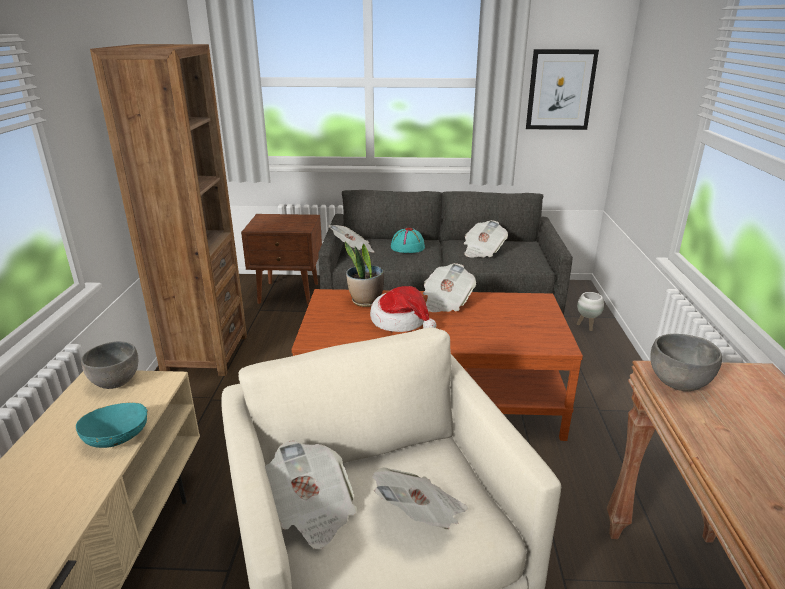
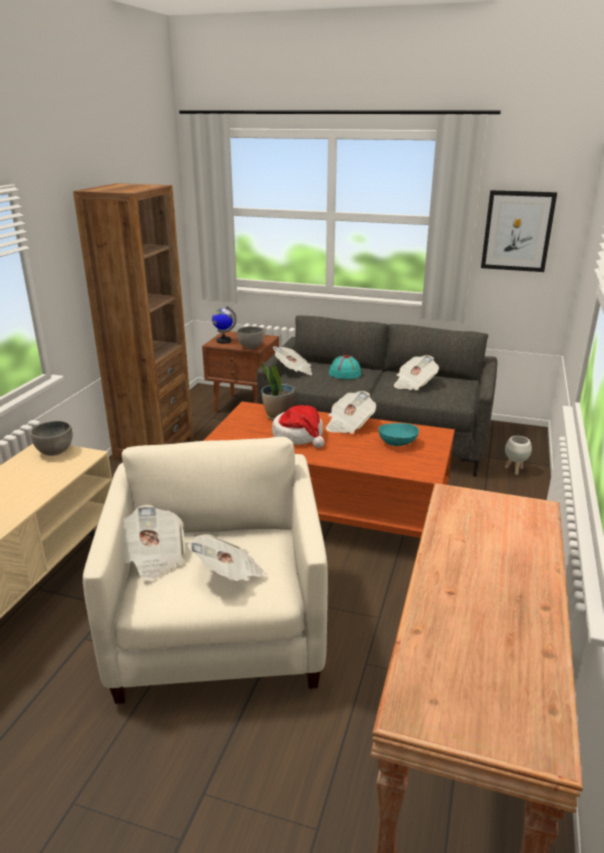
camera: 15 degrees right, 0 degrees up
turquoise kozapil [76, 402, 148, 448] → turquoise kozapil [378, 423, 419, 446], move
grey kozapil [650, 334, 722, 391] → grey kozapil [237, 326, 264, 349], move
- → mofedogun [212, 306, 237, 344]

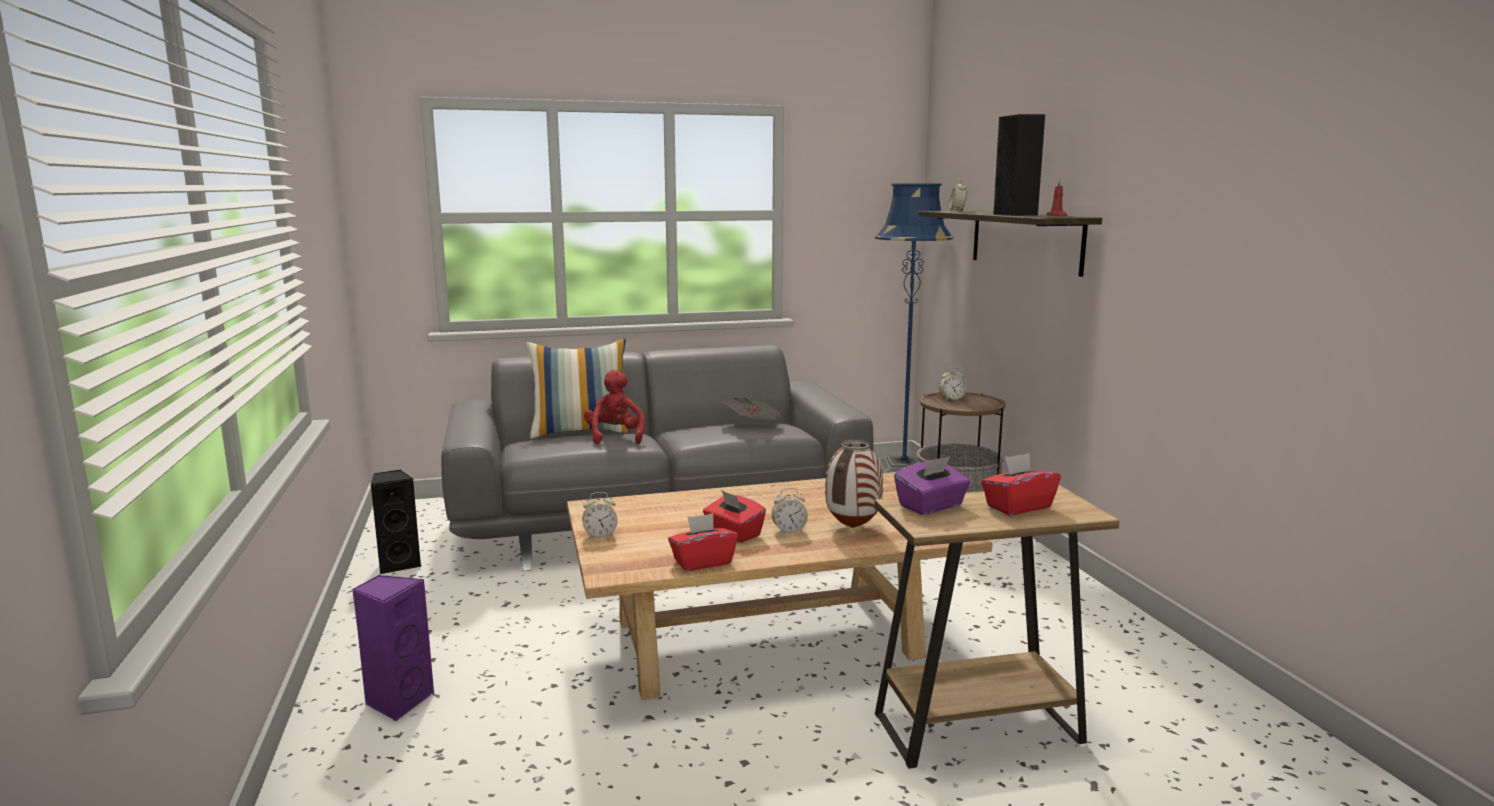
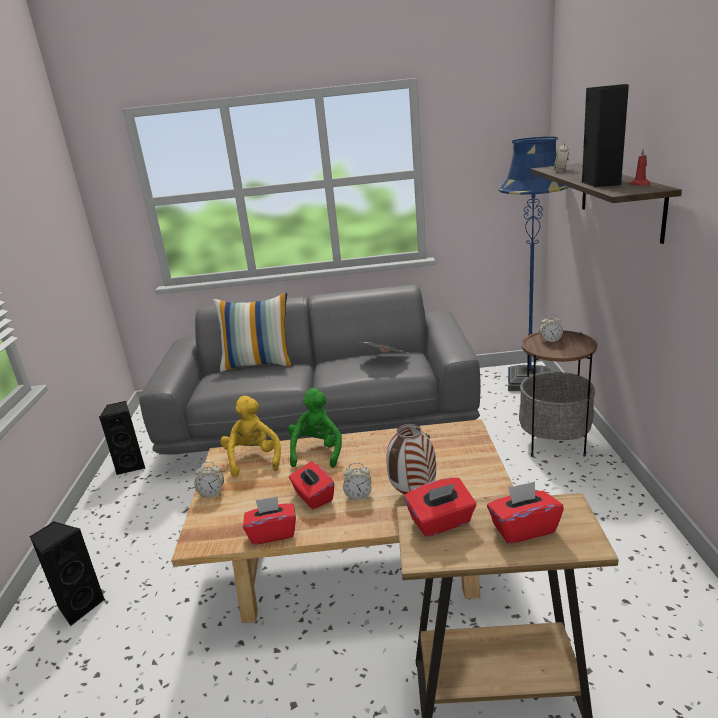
camera: 15 degrees right, 10 degrees up
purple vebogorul [352, 575, 434, 721] → black vebogorul [29, 521, 105, 626]
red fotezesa [584, 370, 645, 444] → -
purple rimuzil [894, 456, 970, 515] → red rimuzil [404, 478, 476, 537]
- → yellow fotezesa [220, 396, 281, 477]
- → green fotezesa [288, 388, 342, 468]

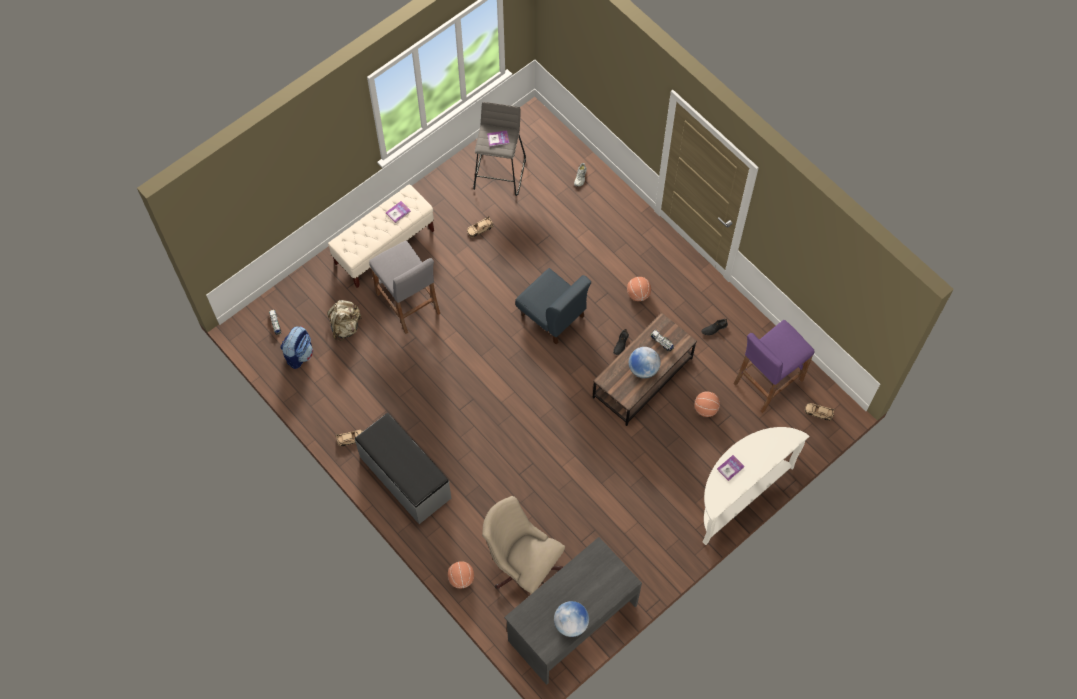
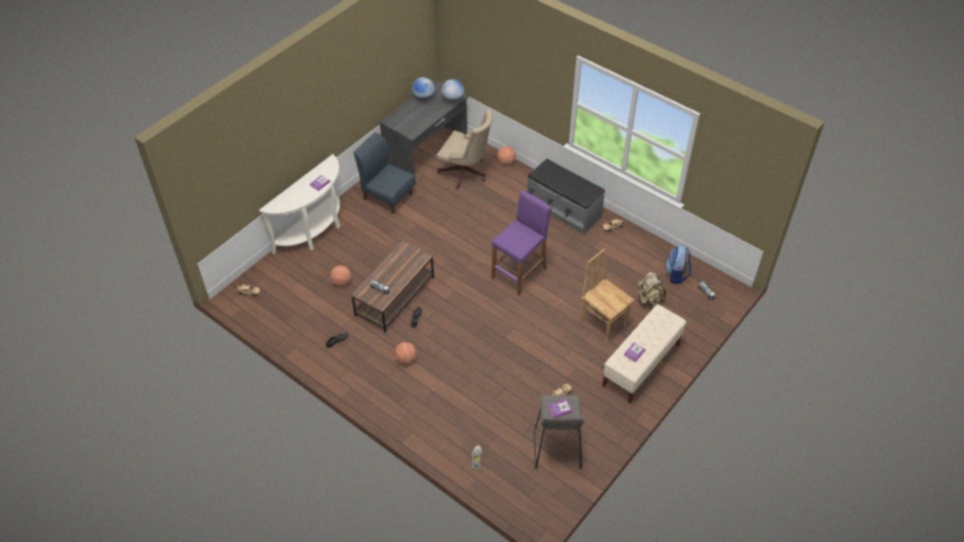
camera: 170 degrees right, 15 degrees down
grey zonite [369, 241, 440, 334] → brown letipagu [580, 248, 635, 342]
blue letipagu [515, 268, 591, 344] → blue letipagu [354, 132, 416, 214], move
mofedogun [629, 347, 660, 379] → mofedogun [441, 79, 464, 103], move
purple zonite [733, 320, 815, 413] → purple zonite [492, 191, 552, 296], move

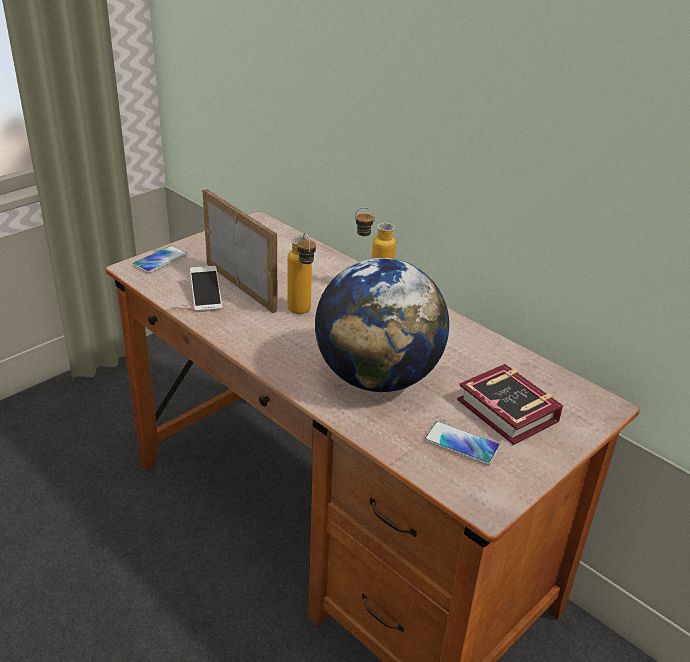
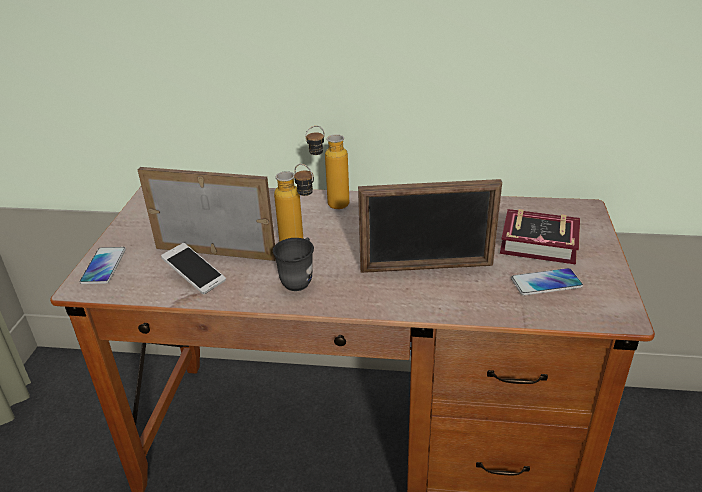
camera: 35 degrees left, 0 degrees up
mofedogun [315, 258, 449, 392] → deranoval [358, 179, 502, 273]
- → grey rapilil [273, 238, 314, 291]

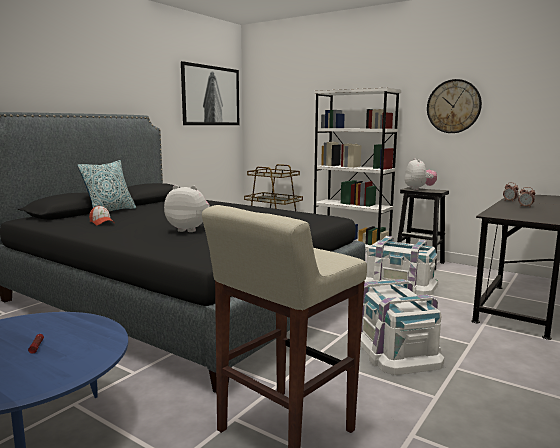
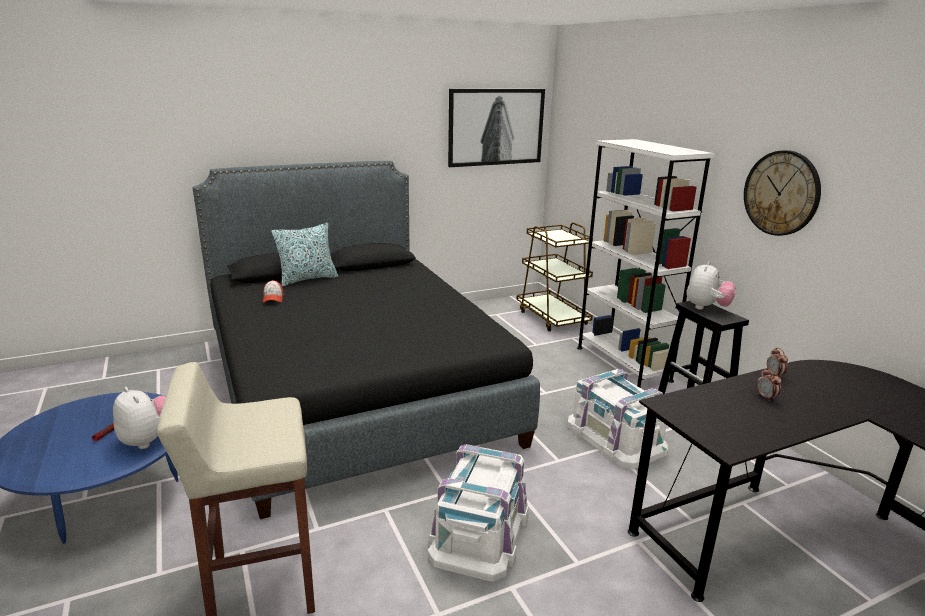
camera: 30 degrees right, 10 degrees up
fotezesa [164, 185, 210, 232] → fotezesa [113, 387, 166, 449], move

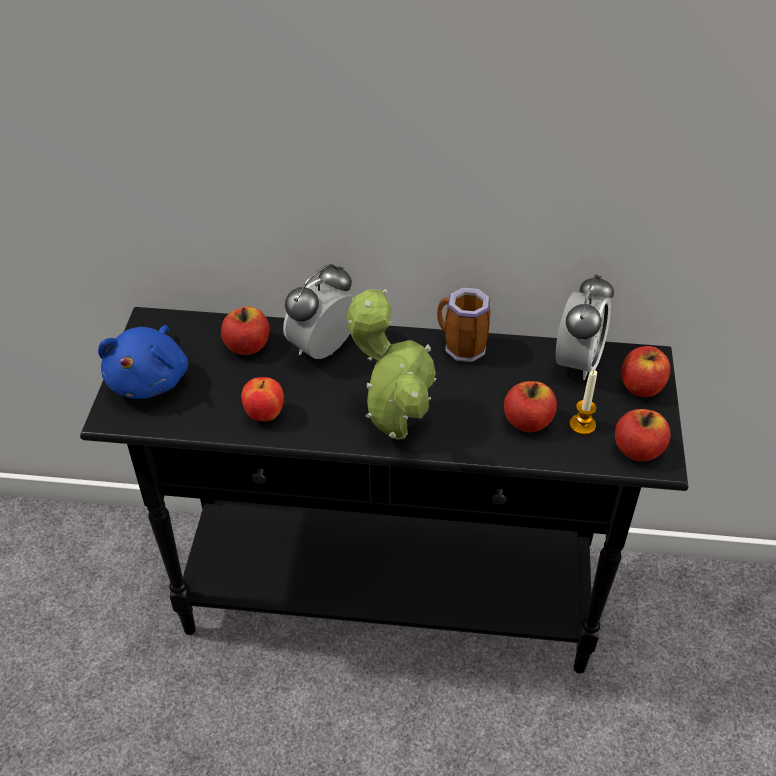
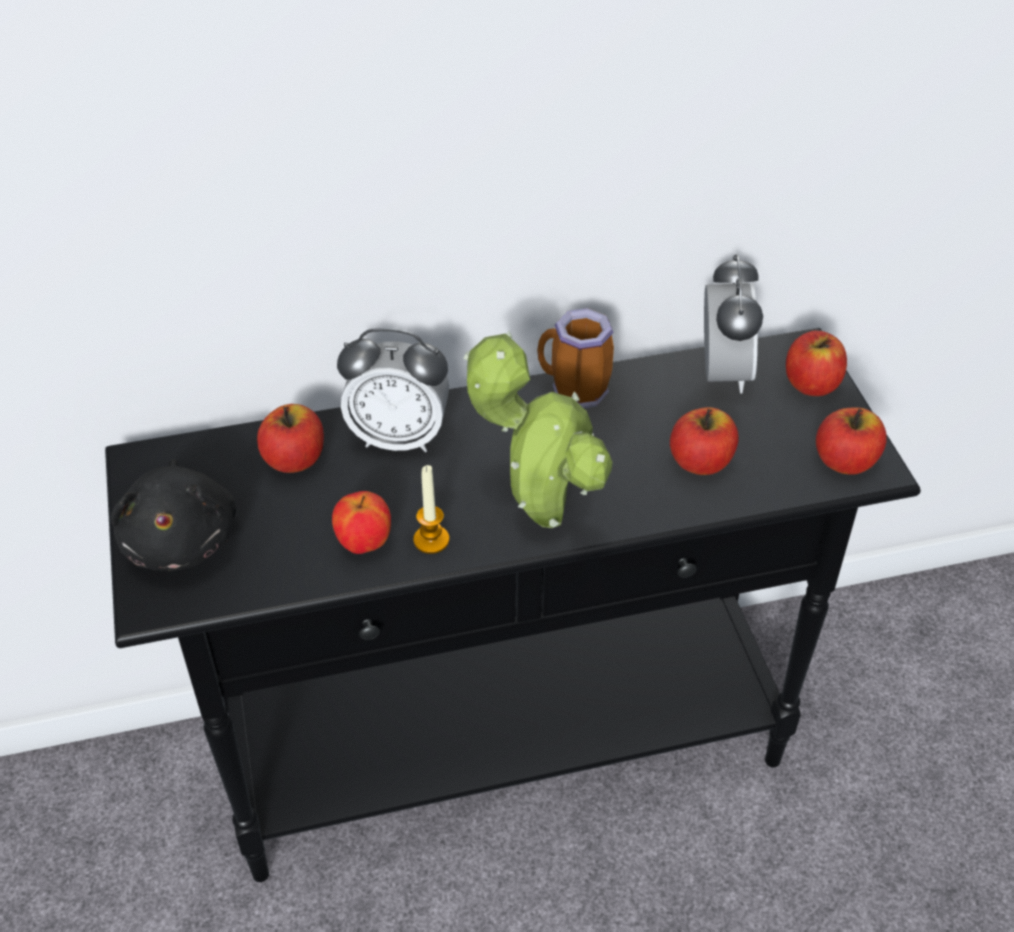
camera: 20 degrees left, 0 degrees up
blue fotezesa [98, 325, 188, 399] → black fotezesa [111, 459, 236, 571]
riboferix [283, 264, 354, 359] → riboferix [337, 328, 449, 452], 105 degrees counterclockwise
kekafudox [569, 370, 597, 435] → kekafudox [413, 465, 450, 554], move

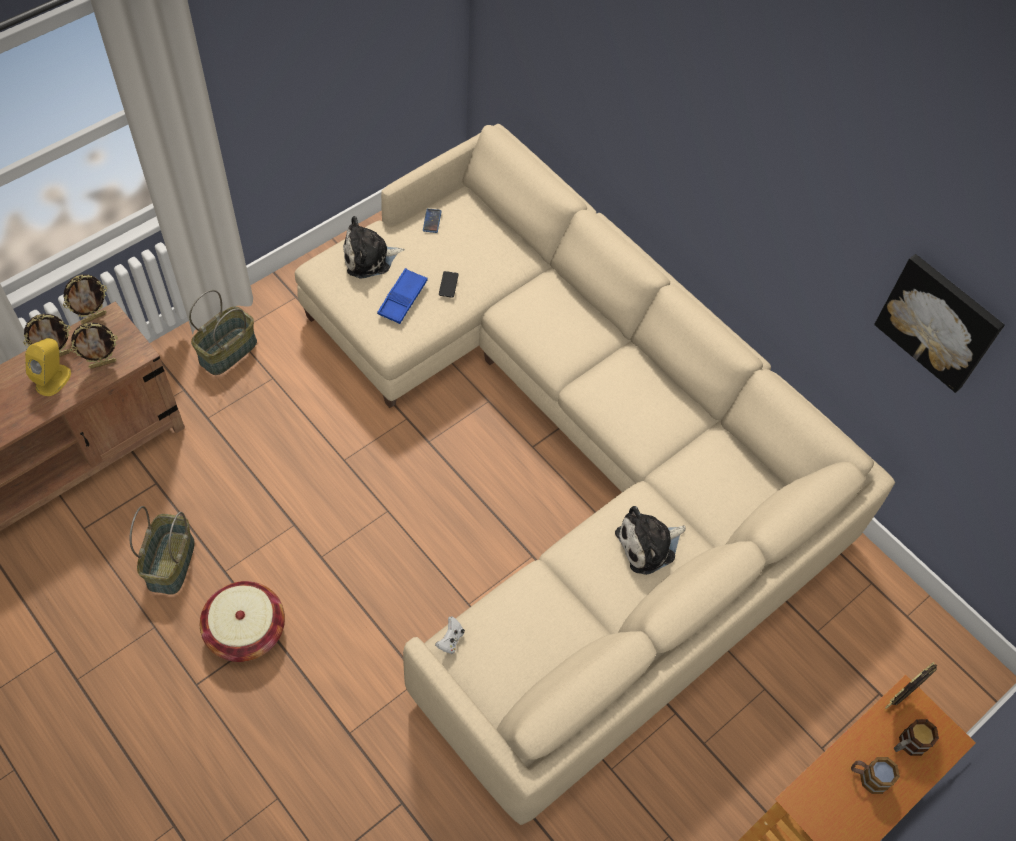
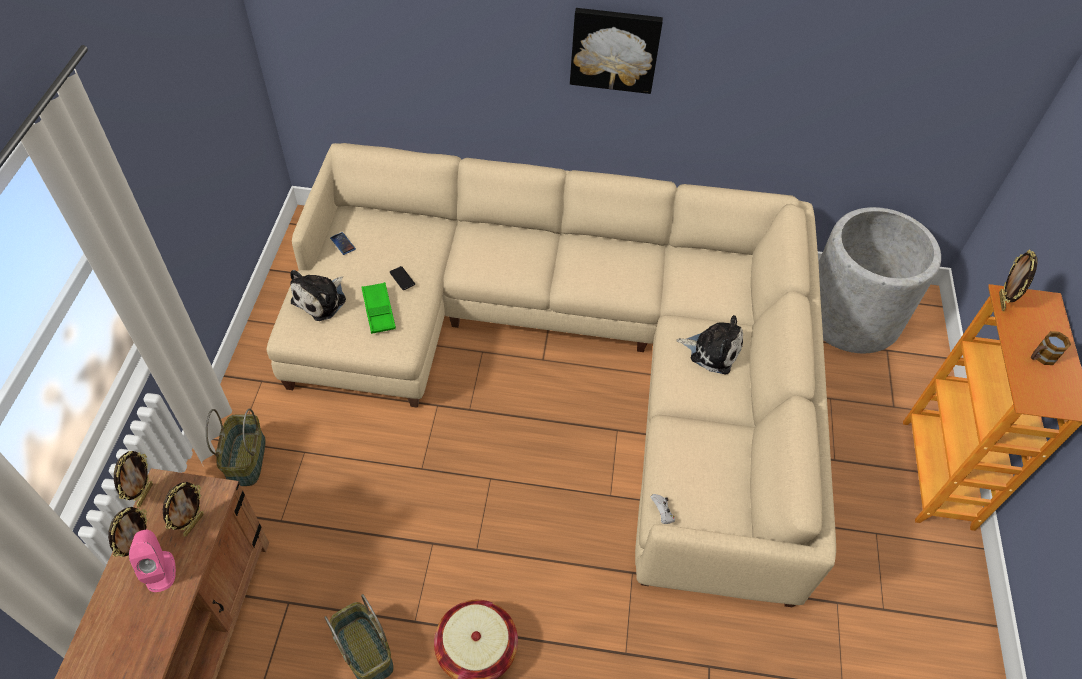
camera: 40 degrees left, 5 degrees down
yellow vebogorul [25, 338, 71, 396] → pink vebogorul [129, 530, 176, 592]
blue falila [377, 268, 427, 324] → green falila [361, 282, 396, 334]
fotezesa [615, 506, 686, 575] → fotezesa [676, 315, 743, 374], 90 degrees counterclockwise
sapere [874, 254, 1004, 393] → sapere [570, 8, 663, 94], move
rapilil [894, 719, 939, 756] → -
- → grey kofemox [818, 207, 941, 353]

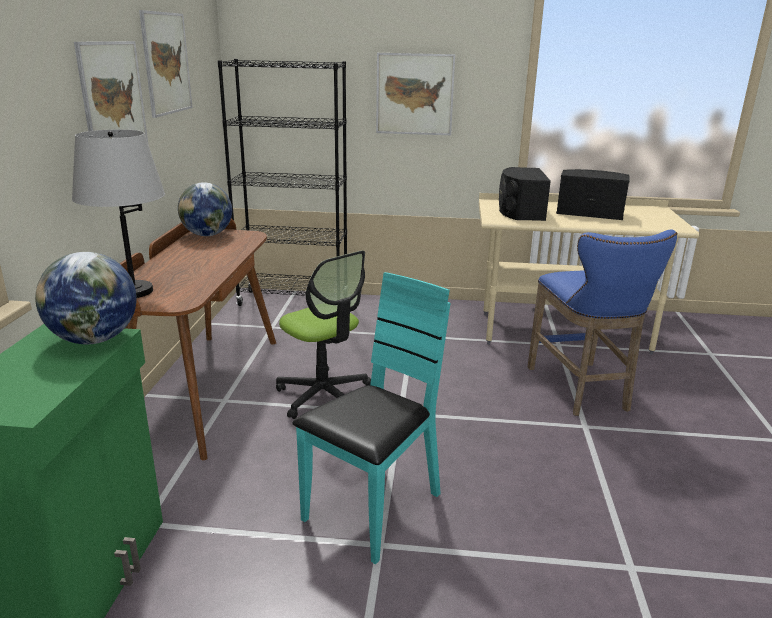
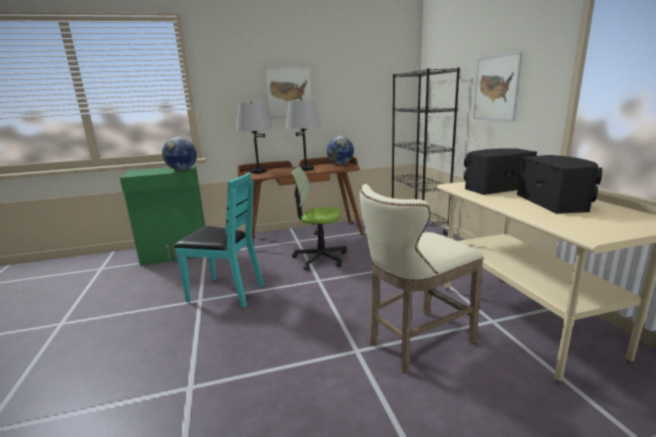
camera: 70 degrees right, 5 degrees down
sapere [139, 10, 193, 118] → -
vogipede [276, 250, 371, 419] → vogipede [291, 167, 347, 271], 75 degrees clockwise
blue zonite [528, 230, 677, 416] → beige zonite [360, 184, 484, 374]
- → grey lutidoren [285, 99, 321, 171]

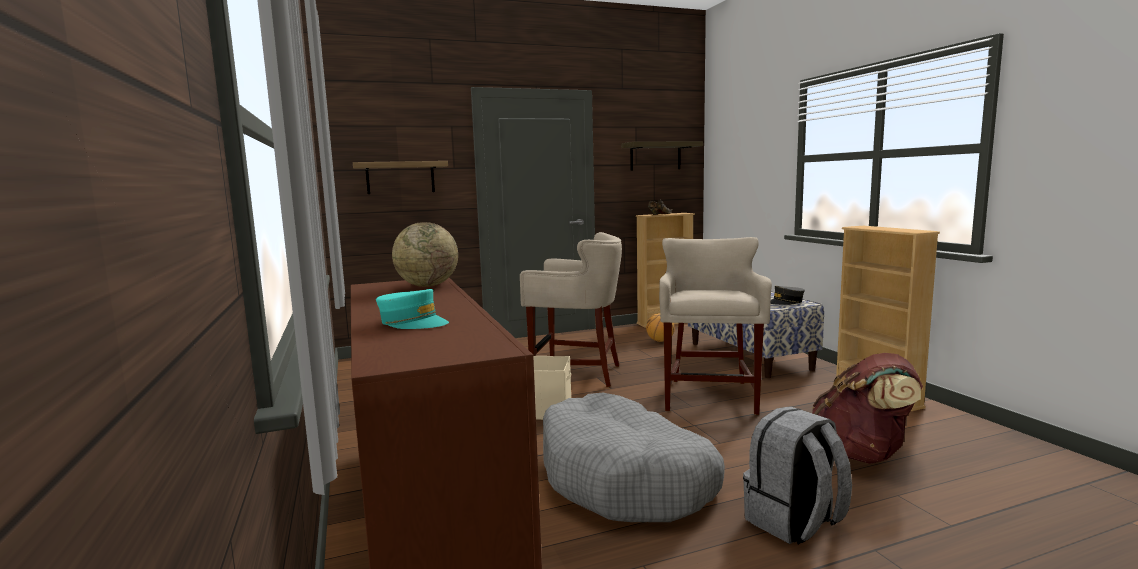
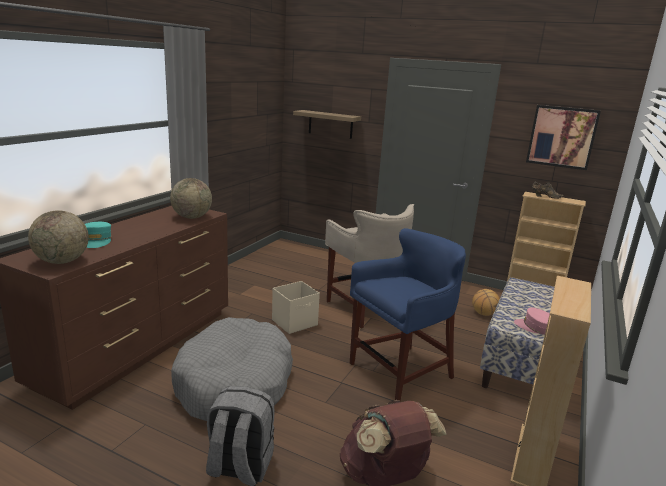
camera: 45 degrees right, 10 degrees up
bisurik [621, 141, 703, 170] → sapere [526, 105, 601, 170]
beige zonite [659, 237, 772, 415] → blue zonite [350, 228, 466, 401]
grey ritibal [771, 286, 805, 305] → pink ritibal [514, 308, 550, 335]
- → mofedogun [28, 210, 89, 264]

